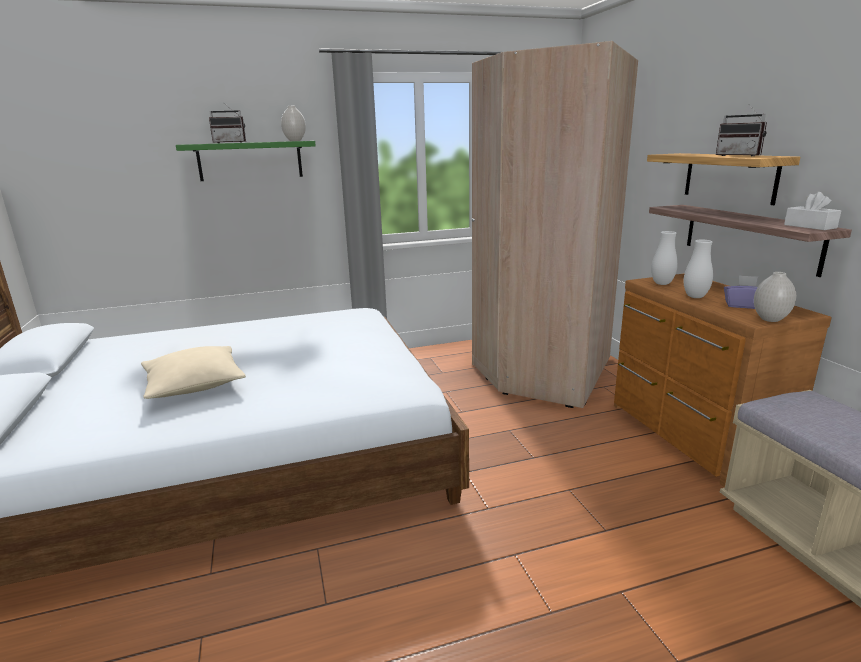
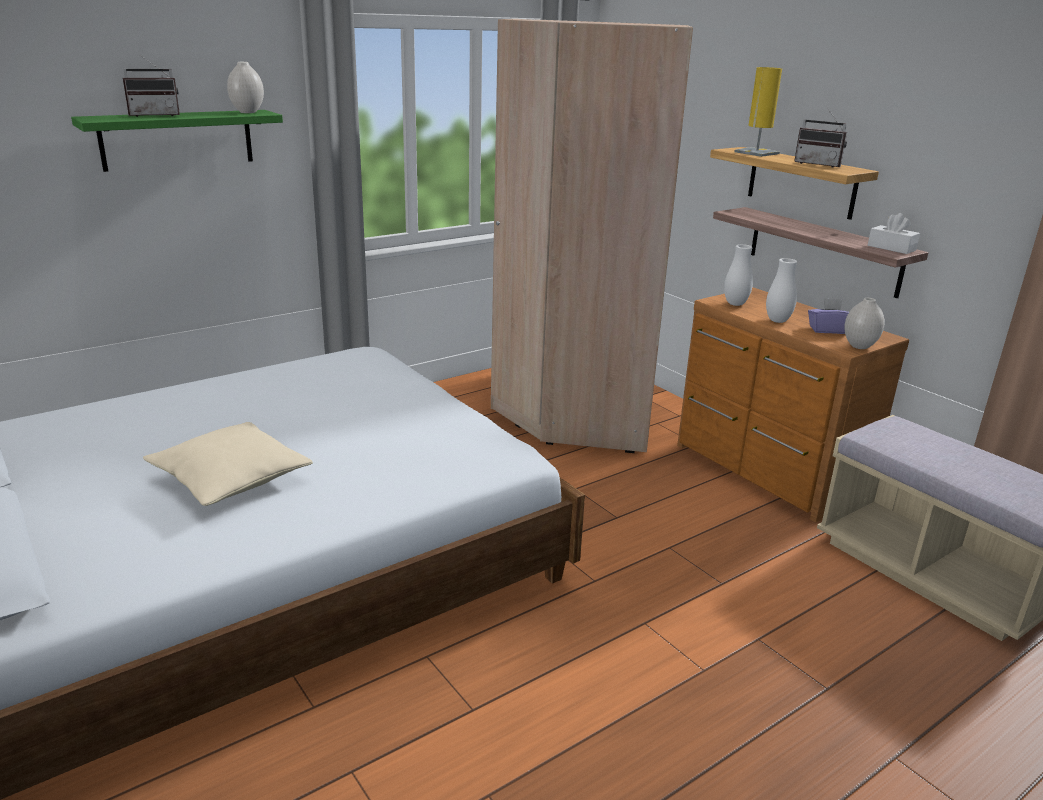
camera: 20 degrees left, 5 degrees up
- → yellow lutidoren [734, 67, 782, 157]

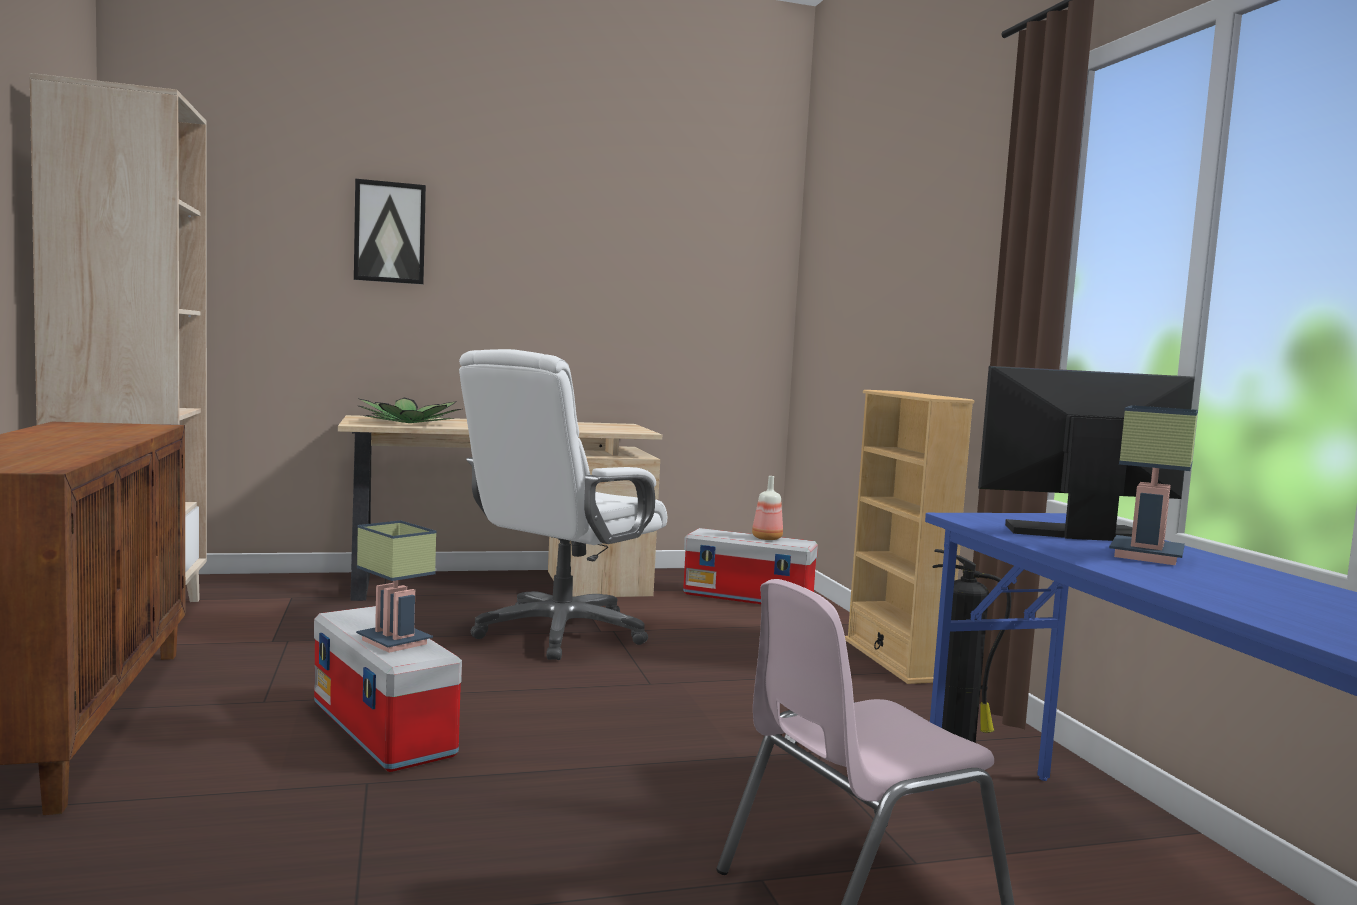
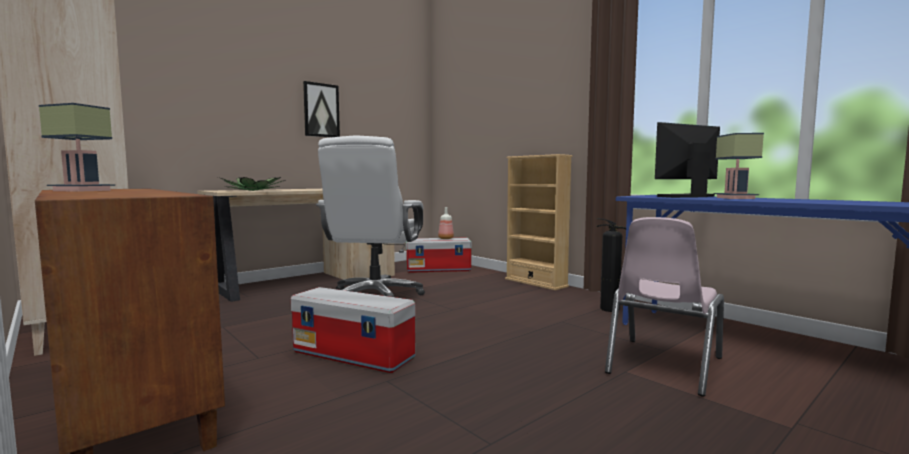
camera: 25 degrees left, 0 degrees up
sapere [354, 179, 426, 284] → sapere [303, 81, 340, 137], move
lutidoren [356, 520, 437, 653] → lutidoren [39, 103, 115, 192], move

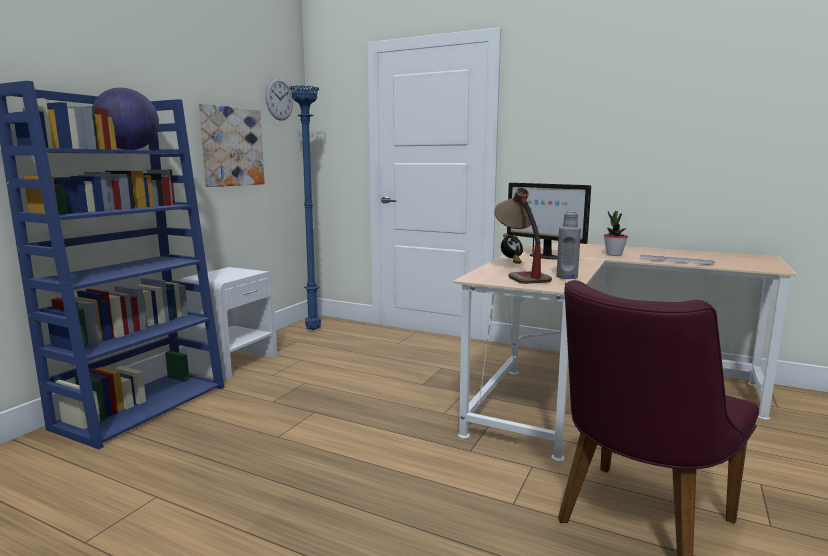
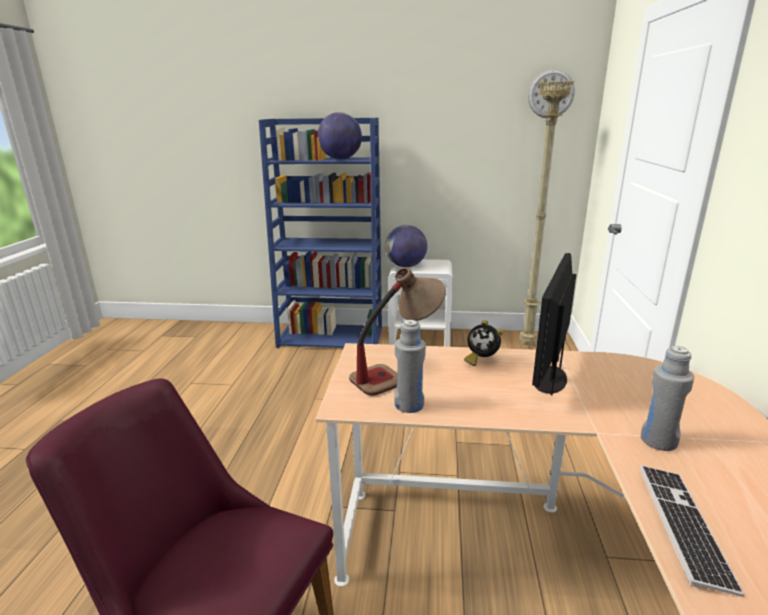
camera: 70 degrees right, 10 degrees up
sapere [199, 103, 265, 187] → -
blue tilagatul [289, 85, 321, 330] → beige tilagatul [519, 81, 574, 345]
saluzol [604, 211, 628, 256] → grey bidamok [641, 346, 694, 451]
- → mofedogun [385, 225, 427, 267]

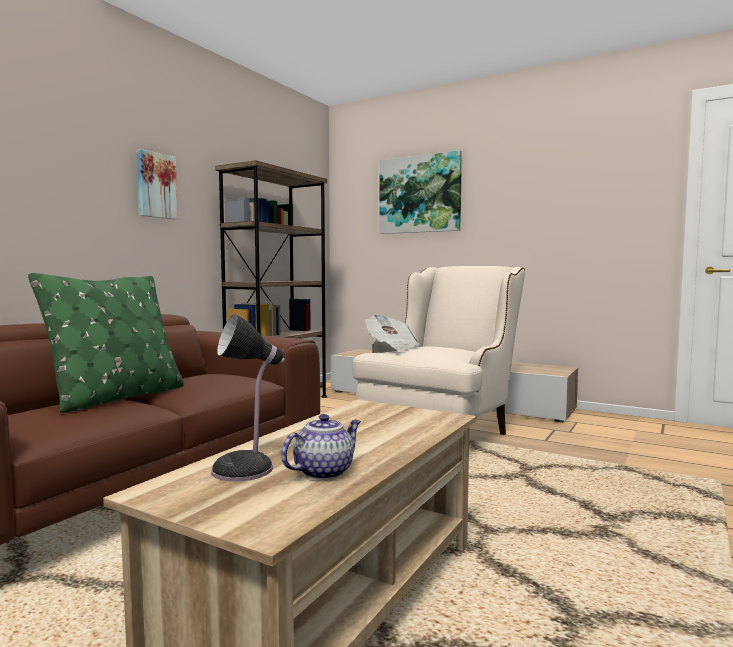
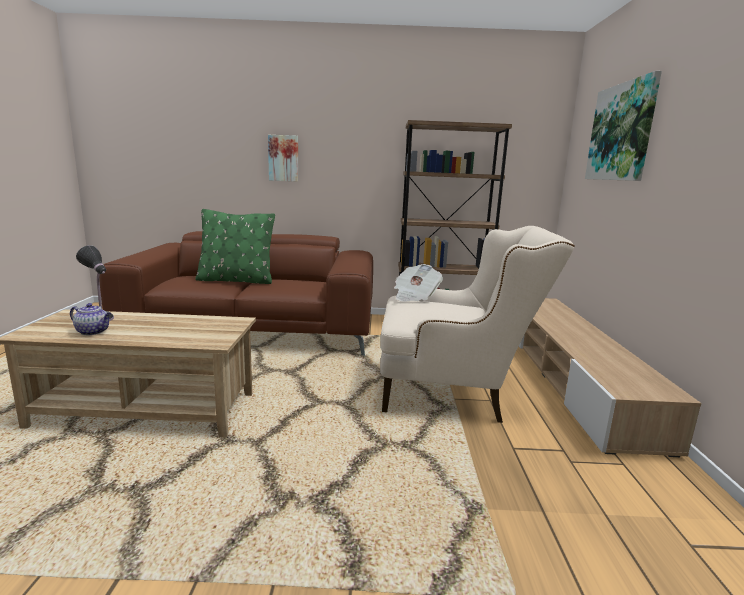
camera: 60 degrees right, 10 degrees up
sapere [136, 149, 178, 219] → sapere [268, 135, 298, 182], move

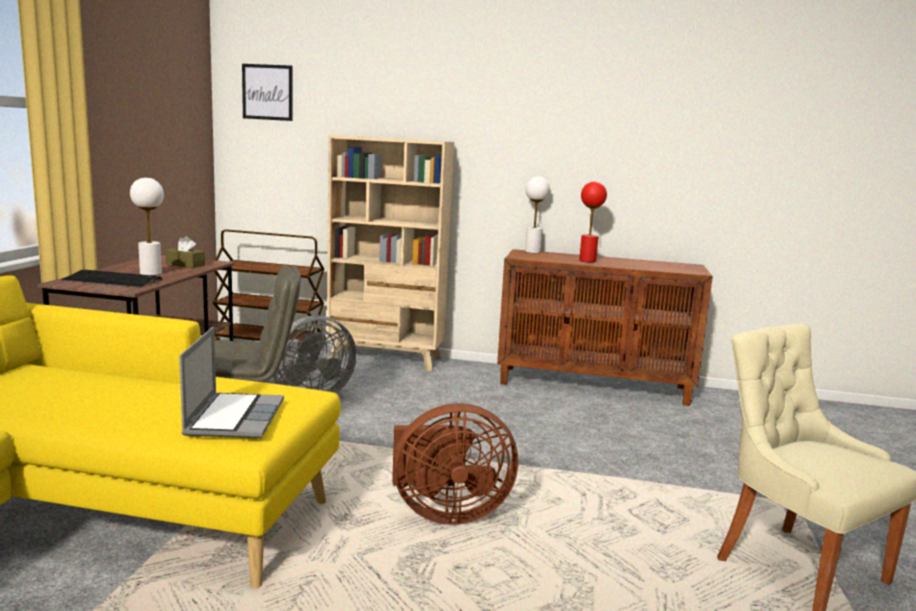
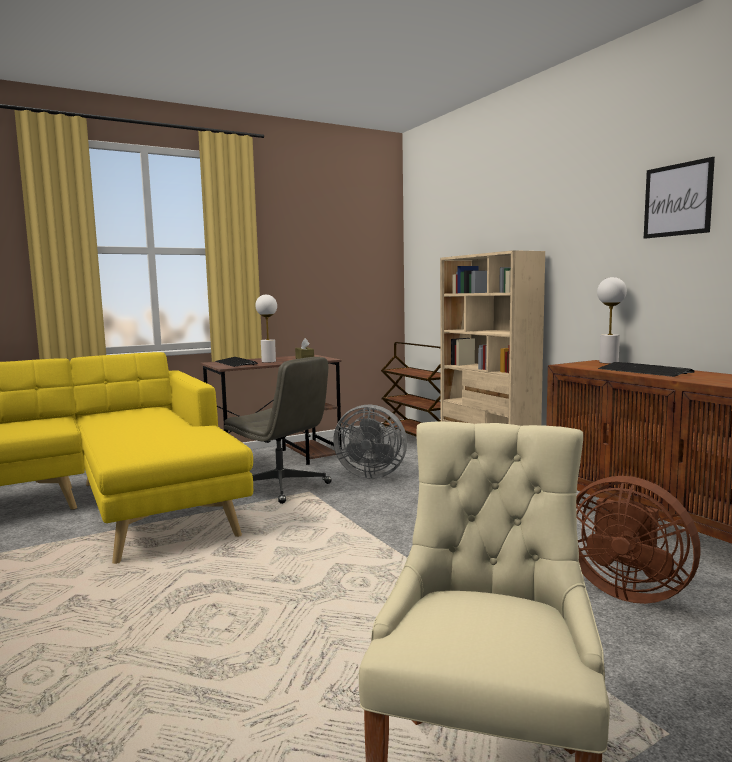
camera: 50 degrees right, 5 degrees down
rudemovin [179, 327, 284, 438] → -
sapere [242, 64, 293, 121] → sapere [644, 157, 715, 239], move
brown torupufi [392, 403, 518, 525] → brown torupufi [576, 476, 701, 604], move
red lutidoren [579, 182, 607, 263] → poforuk [599, 362, 695, 377]

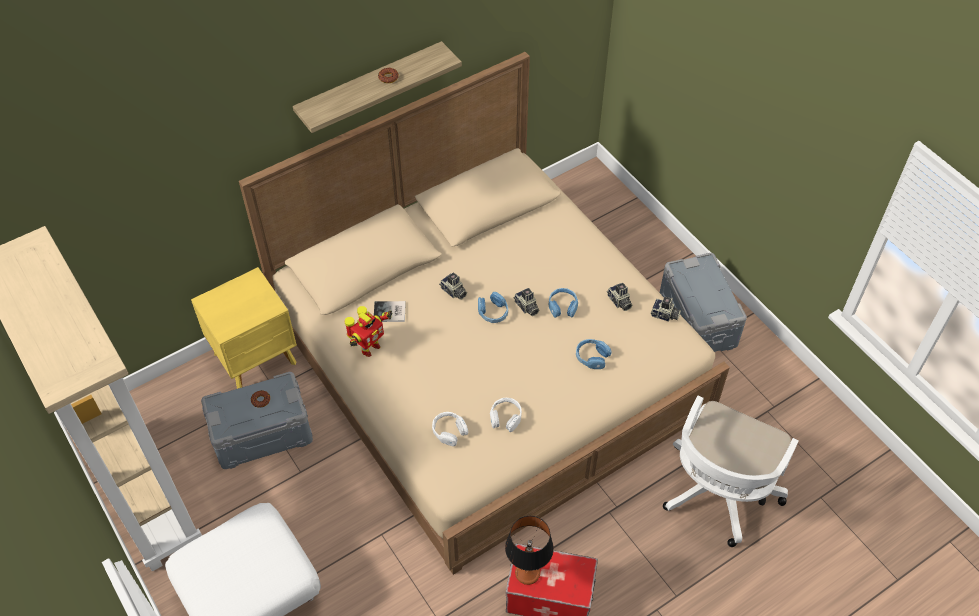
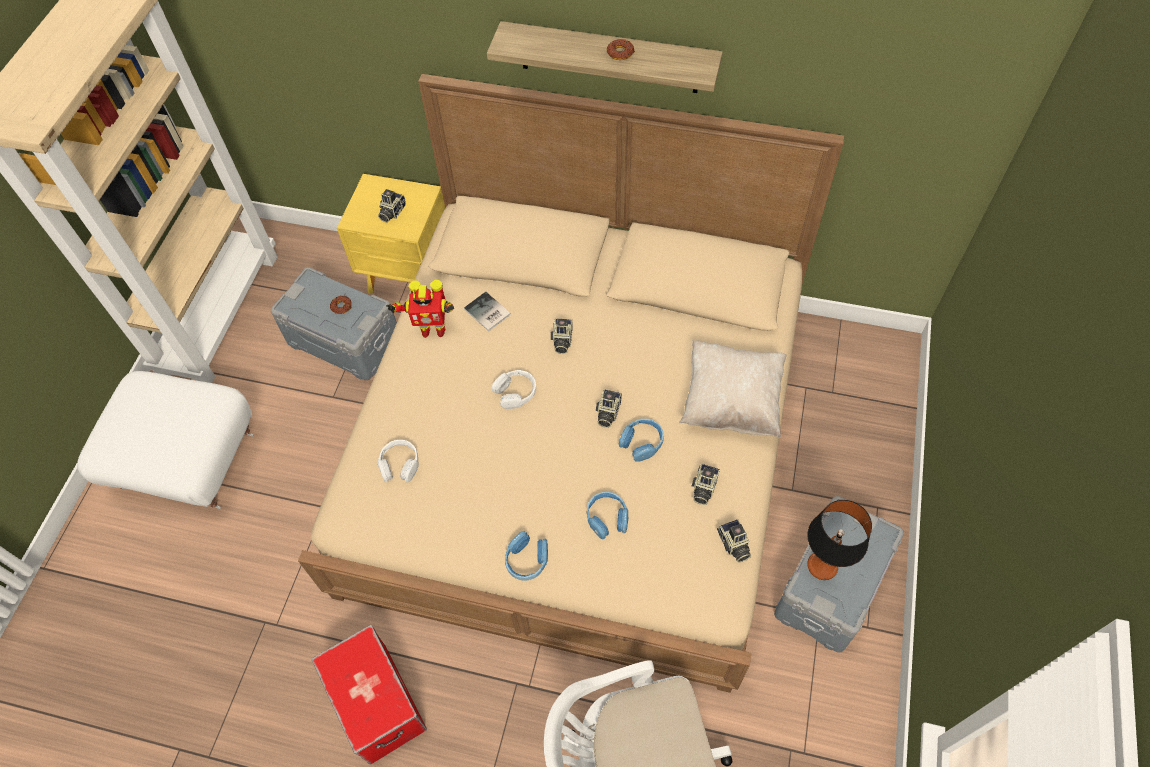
camera: 50 degrees right, 5 degrees up
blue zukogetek [478, 292, 508, 323] → blue zukogetek [505, 531, 548, 580], move
white zukogetek [490, 398, 522, 432] → white zukogetek [491, 370, 536, 409], move
lutidoren [505, 516, 554, 585] → lutidoren [807, 500, 872, 580], move
- → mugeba [378, 189, 406, 223]
- → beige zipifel [679, 340, 787, 437]

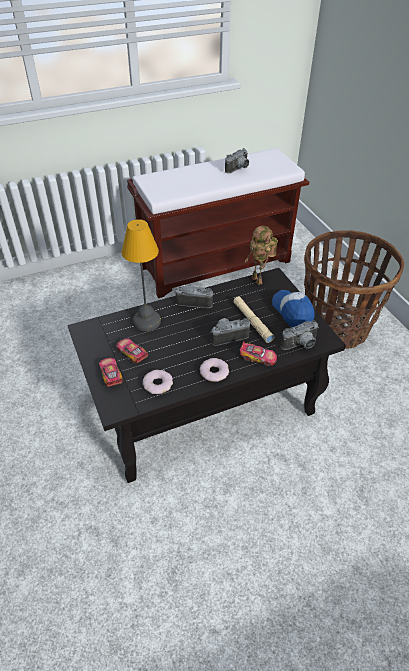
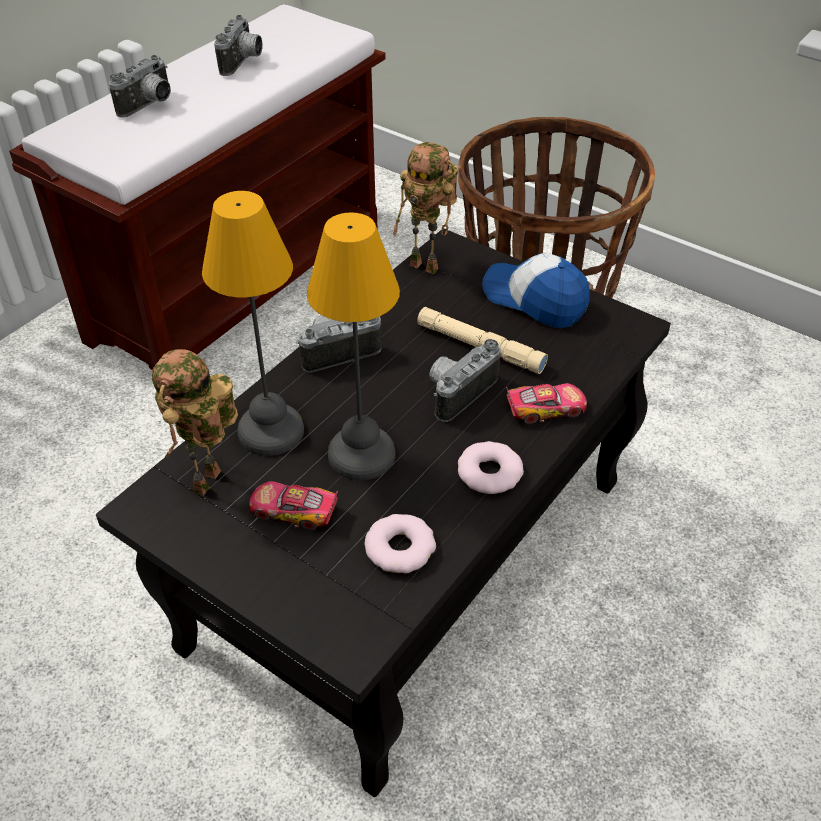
camera: 30 degrees left, 0 degrees up
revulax [99, 358, 122, 387] → -
mugeba [281, 320, 319, 350] → mugeba [109, 55, 171, 117], move
- → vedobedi [152, 349, 238, 496]
- → lutidoren [307, 212, 400, 480]

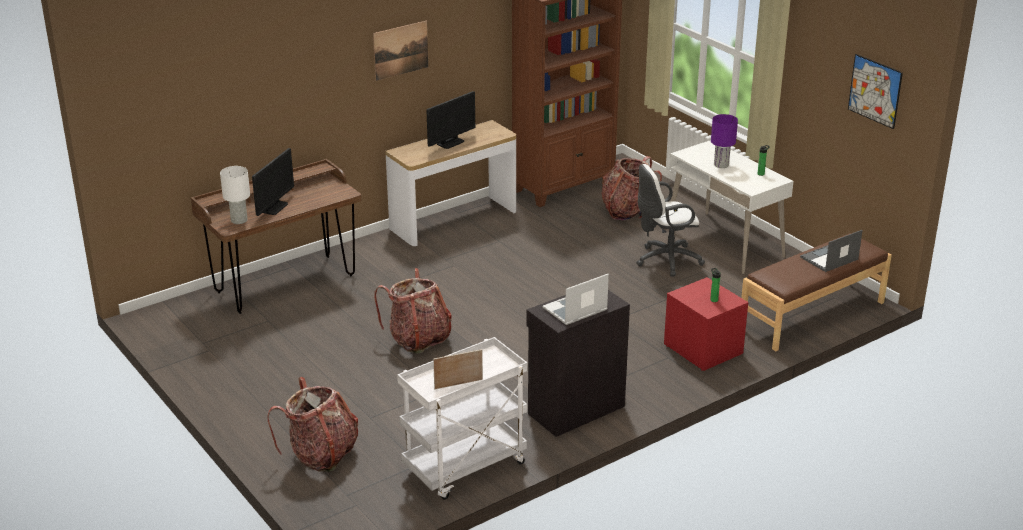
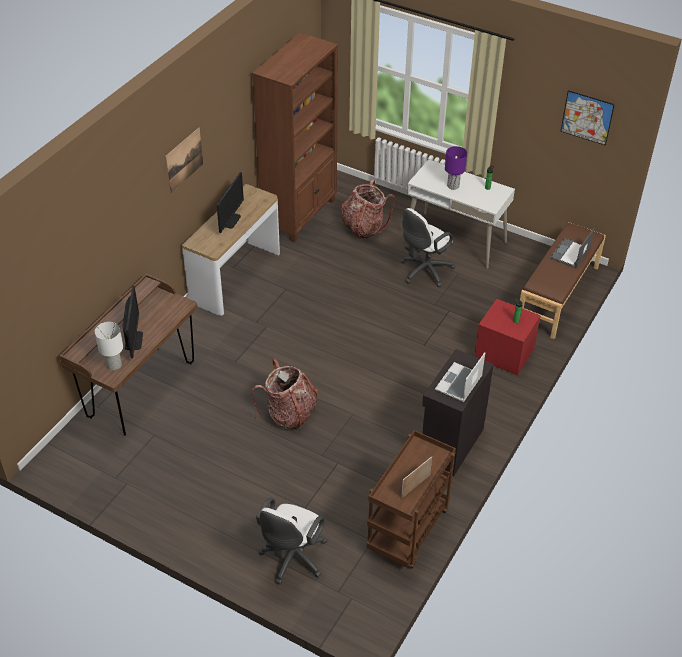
camera: 25 degrees left, 15 degrees up
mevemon [267, 377, 359, 472] → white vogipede [256, 497, 327, 585]
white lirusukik [397, 337, 528, 500] → brown lirusukik [366, 430, 456, 568]

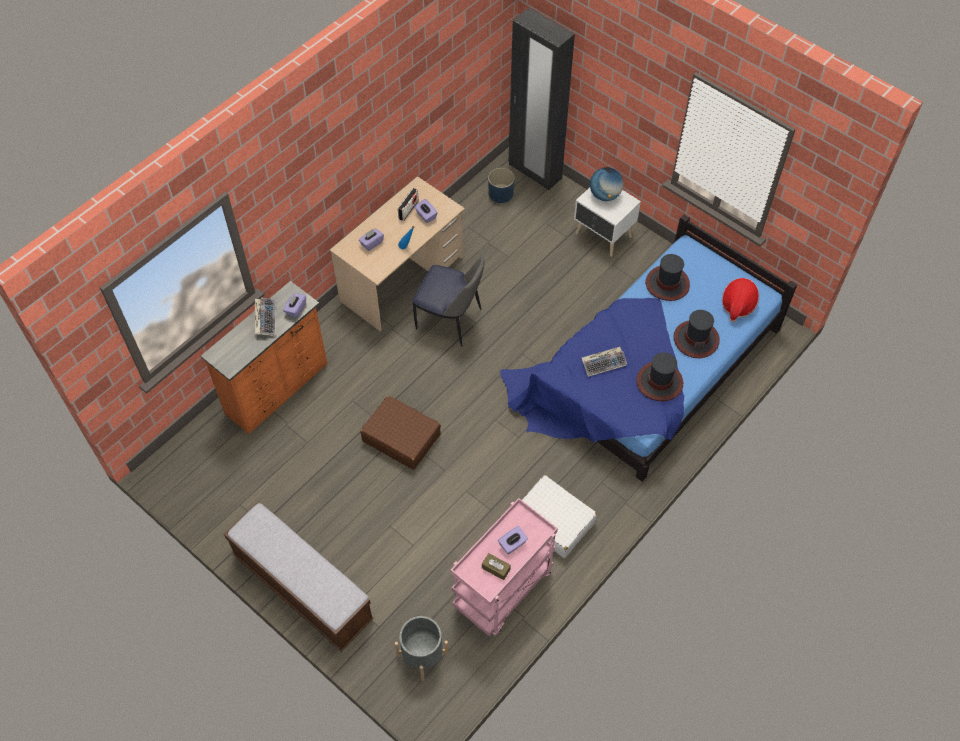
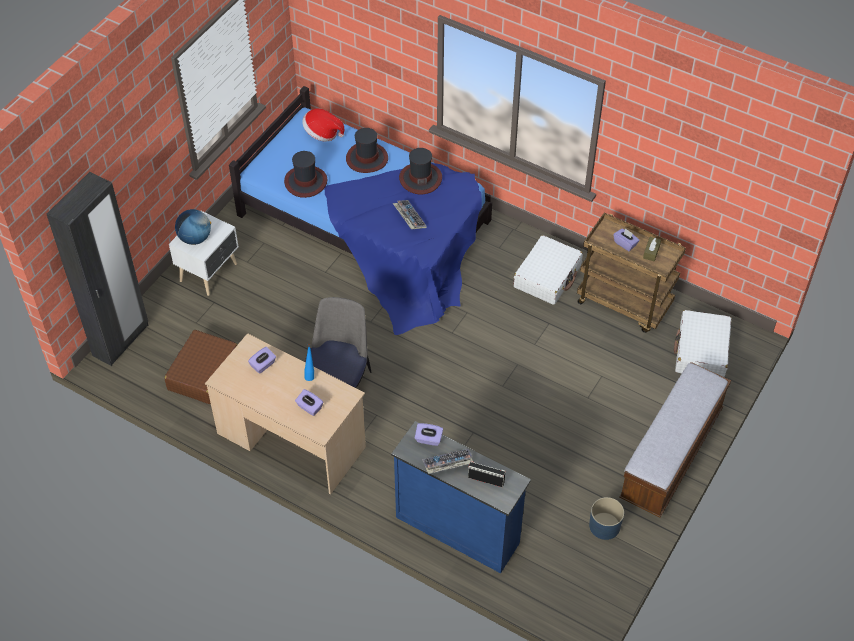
camera: 100 degrees left, 5 degrees down
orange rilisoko [201, 281, 327, 434] → blue rilisoko [391, 421, 531, 573]
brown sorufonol [360, 396, 441, 470] → brown sorufonol [165, 330, 237, 404], move
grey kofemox [395, 616, 449, 681] → white sorufonol [674, 310, 731, 377]
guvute [398, 188, 419, 221] → guvute [468, 461, 506, 487], move
pink lirusukik [451, 498, 558, 636] → brown lirusukik [577, 212, 686, 333]
blue kofemox [488, 168, 515, 203] → blue kofemox [589, 497, 624, 540], move

